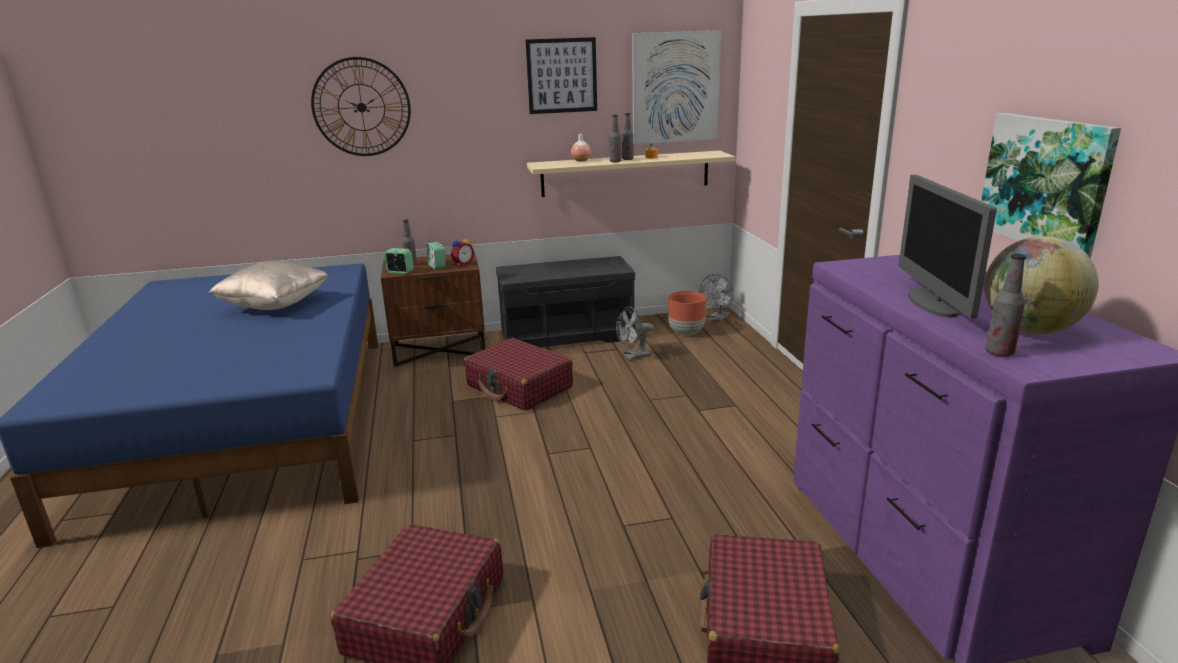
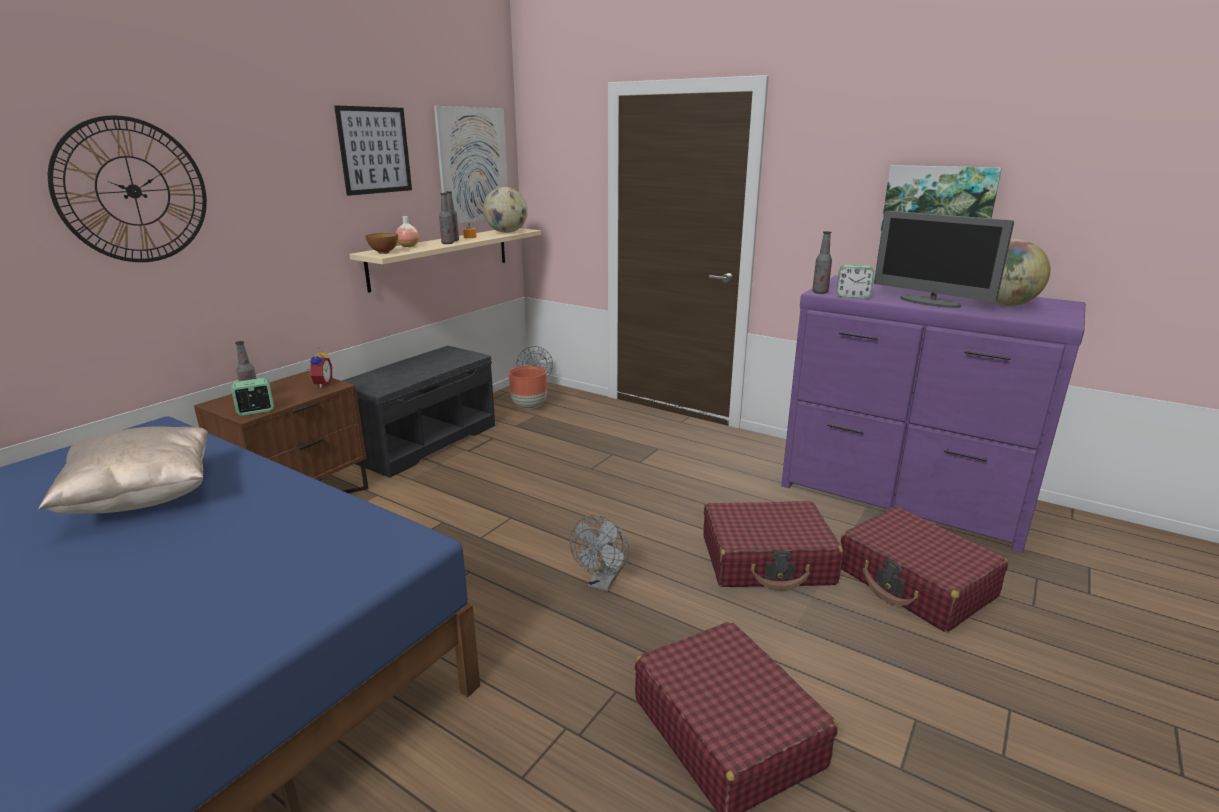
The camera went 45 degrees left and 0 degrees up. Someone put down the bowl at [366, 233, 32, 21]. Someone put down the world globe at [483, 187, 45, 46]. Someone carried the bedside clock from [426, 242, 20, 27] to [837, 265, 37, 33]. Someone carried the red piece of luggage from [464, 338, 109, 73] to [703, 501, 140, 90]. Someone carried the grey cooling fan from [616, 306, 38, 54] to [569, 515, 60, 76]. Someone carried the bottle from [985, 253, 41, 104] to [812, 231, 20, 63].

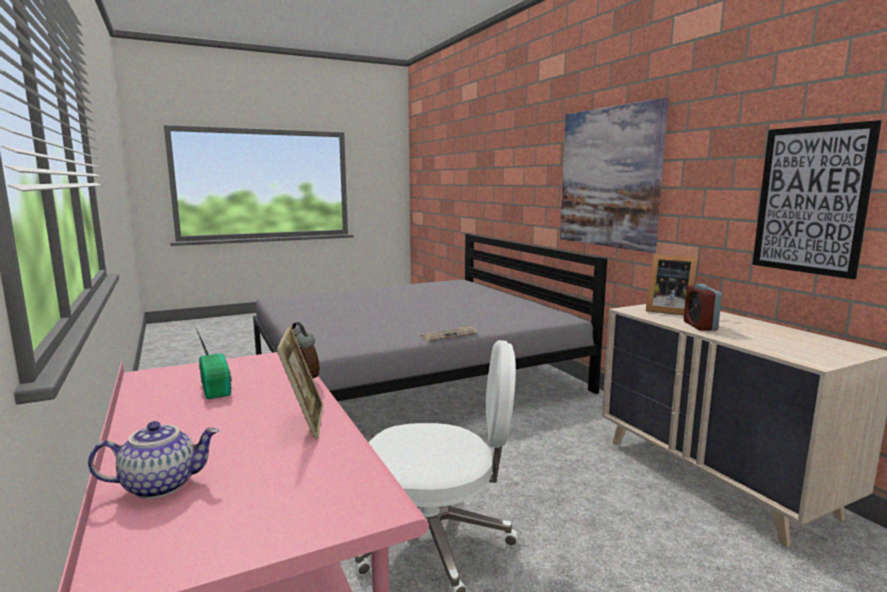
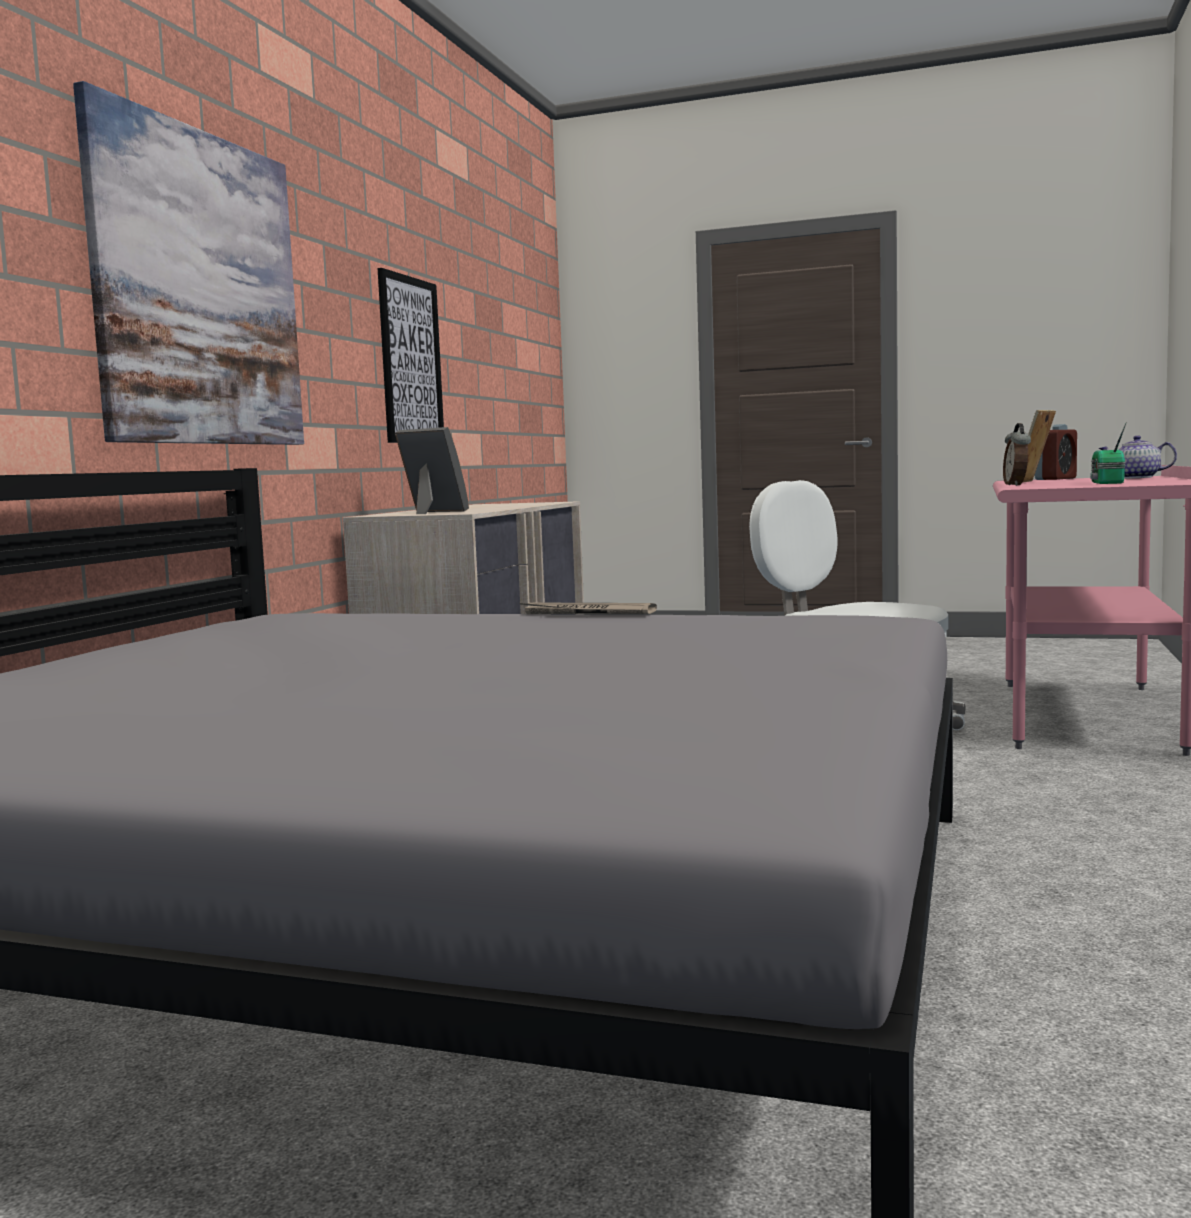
The camera went 135 degrees left and 5 degrees down. Someone carried the bedside clock from [684, 284, 38, 47] to [1035, 424, 42, 56]. Someone rotated the picture frame at [646, 254, 52, 61] by 45 degrees counterclockwise.

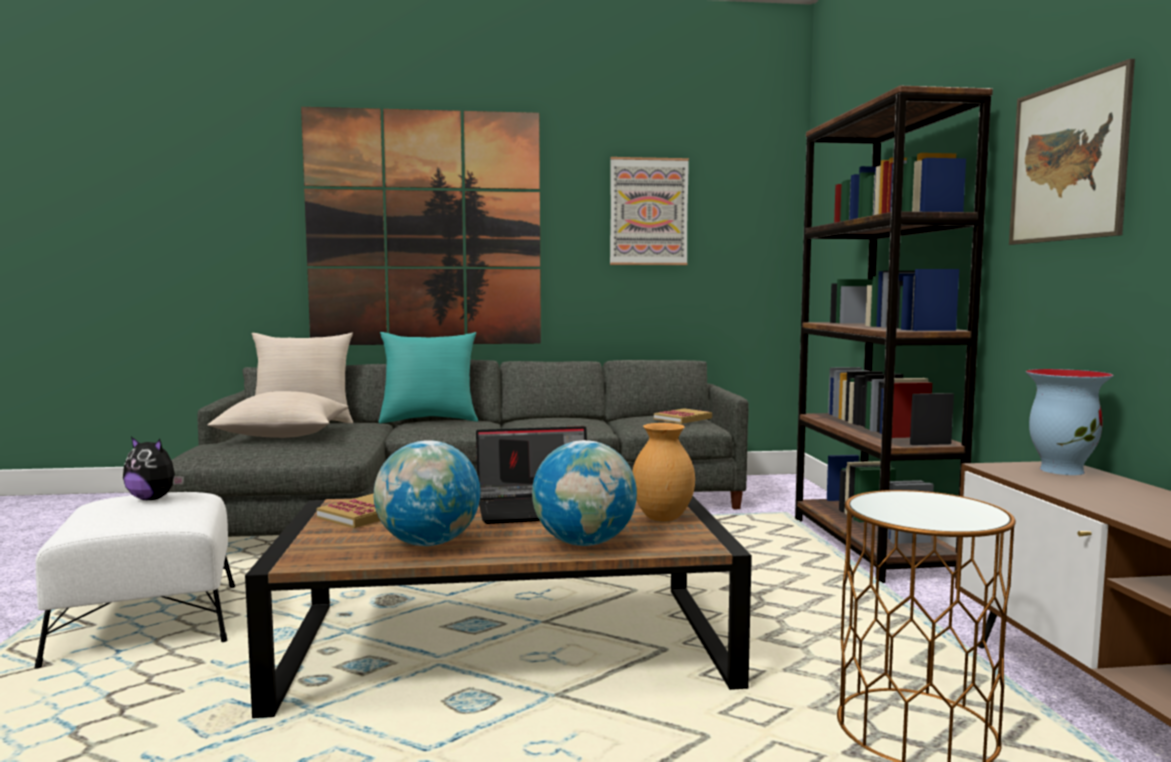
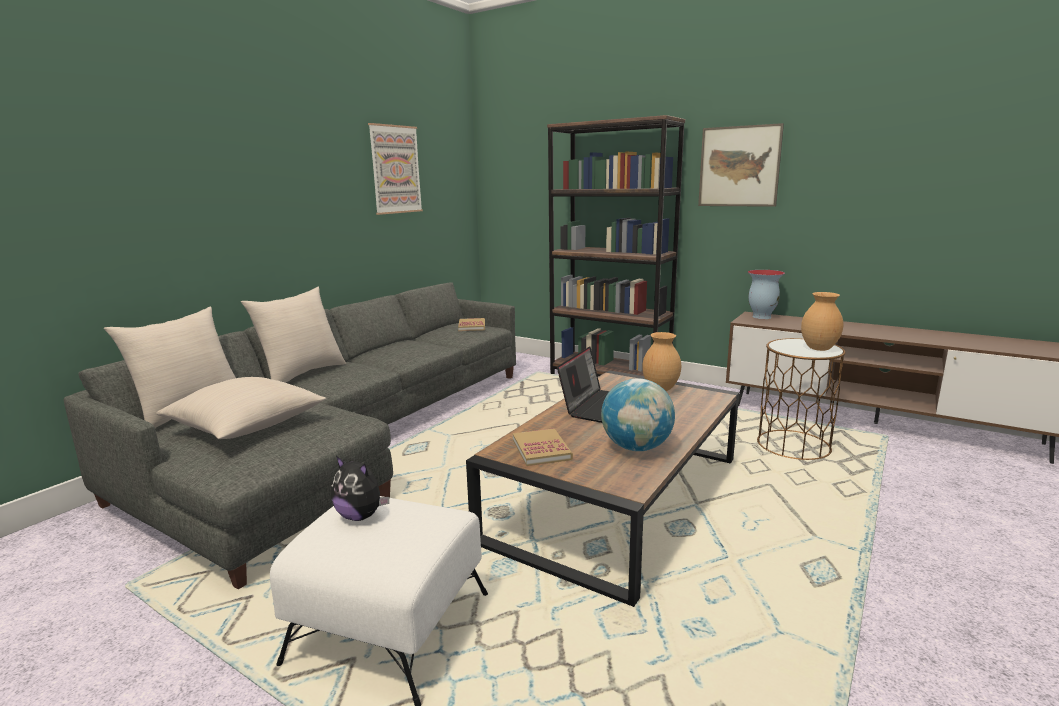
The camera went 50 degrees left and 10 degrees up. Someone took away the wall picture at [301, 107, 240, 238]. Someone took away the world globe at [532, 440, 105, 106]. Someone put down the brown flower vase at [801, 292, 42, 59]. Someone repainted the turquoise-coloured pillow at [379, 332, 99, 91], which became the beige-coloured pillow at [241, 287, 105, 96]. Someone rotated the cuddly toy at [123, 437, 61, 63] by 60 degrees clockwise.

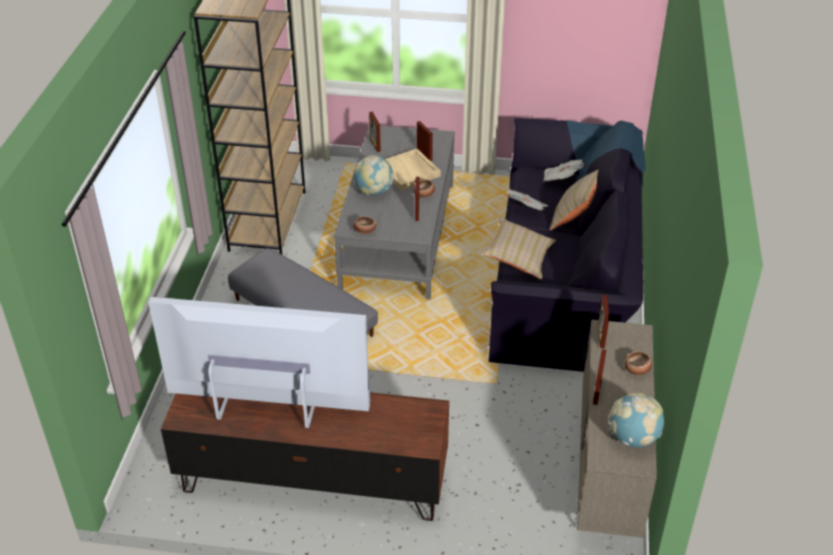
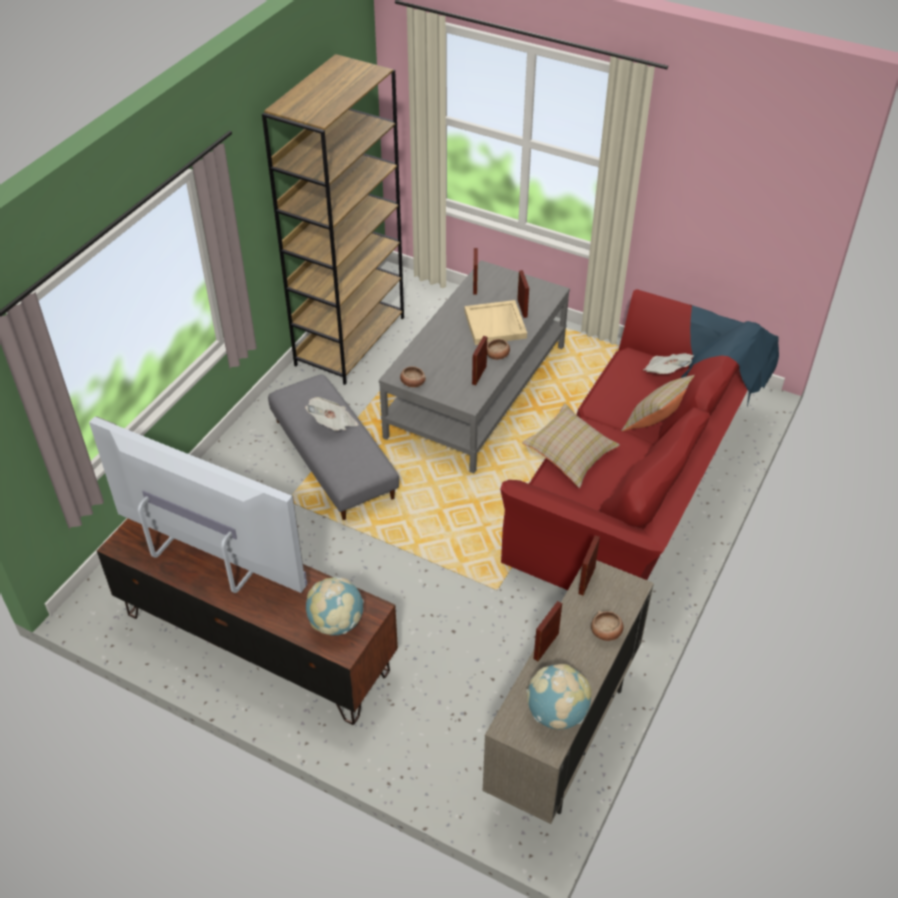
The camera went 20 degrees right and 5 degrees up. Someone carried the world globe from [353, 155, 41, 40] to [306, 577, 58, 58]. Someone carried the daily paper from [506, 190, 42, 21] to [305, 397, 53, 34]. Someone repainted the black sofa at [489, 118, 157, 254], which became the red sofa at [500, 289, 279, 301].

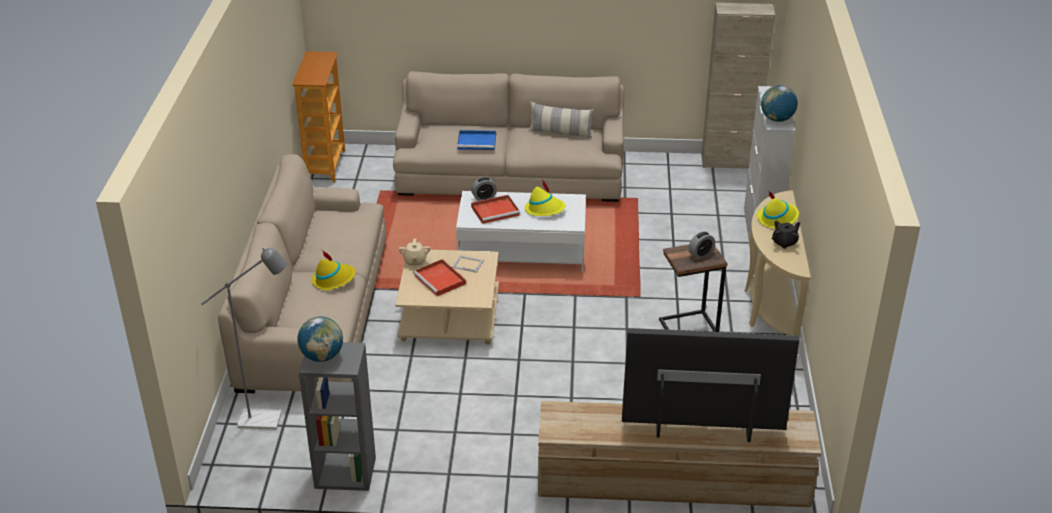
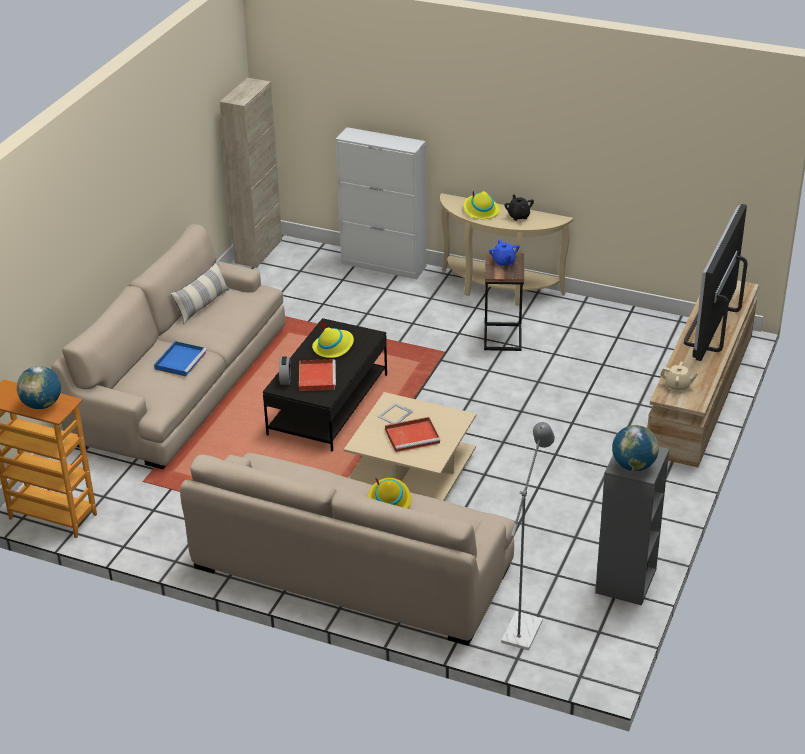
The camera went 70 degrees left and 0 degrees up. Someone carried the beige-coloured pot for tea from [398, 238, 33, 28] to [660, 361, 38, 31]. Someone carried the world globe from [761, 85, 37, 37] to [17, 366, 44, 43]. Someone swapped the bedside clock at [688, 231, 27, 28] for the blue pot for tea at [489, 239, 30, 28]. Someone repainted the white-coloured lounge table at [456, 191, 130, 81], which became the black lounge table at [263, 318, 124, 134].

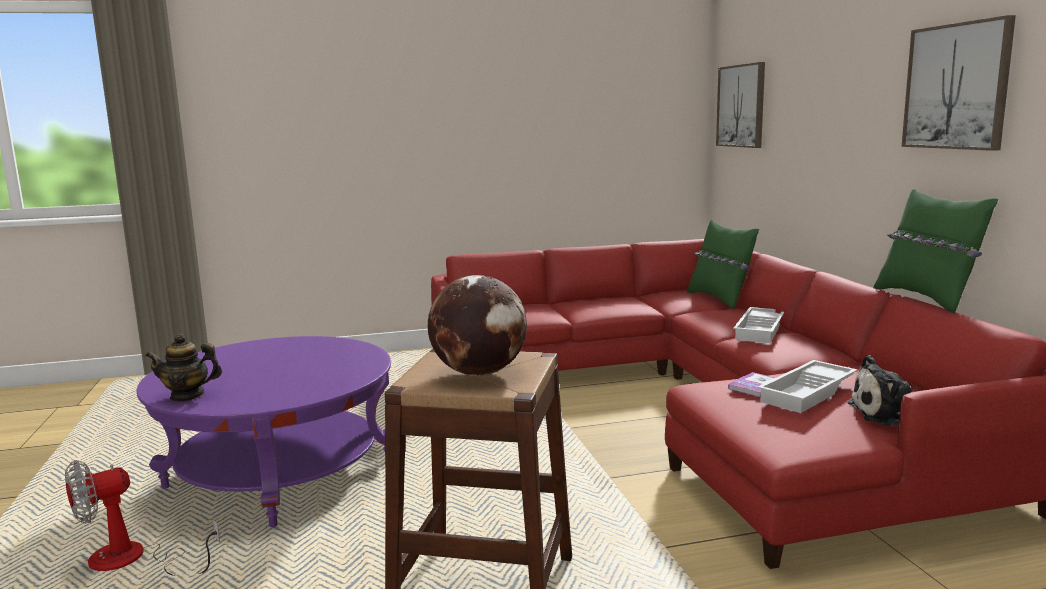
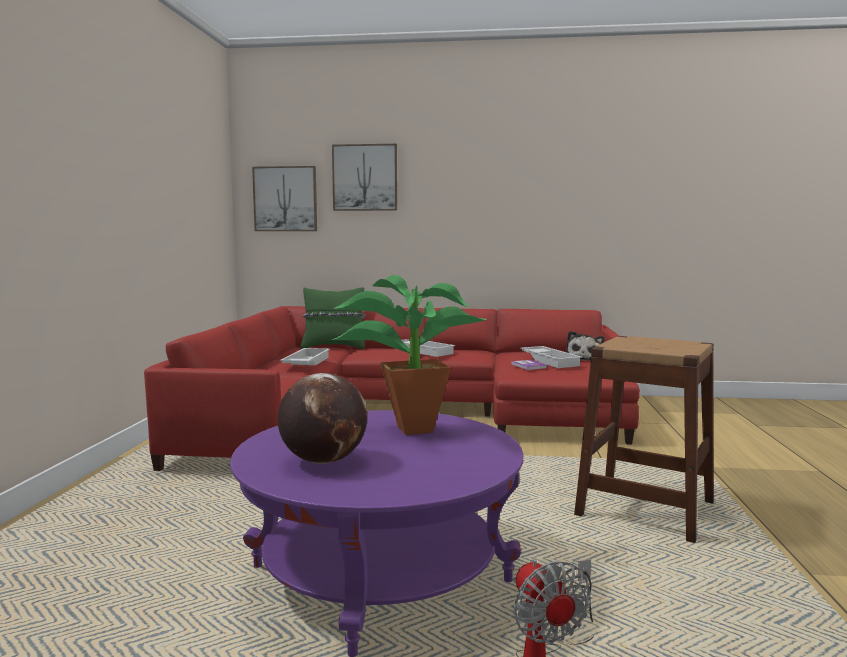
The camera went 70 degrees left and 5 degrees down. Someone took away the pot for tea at [146, 334, 76, 68]. Someone took away the greenish pillow at [874, 189, 124, 124]. Someone put down the white-coloured carrying tray at [280, 348, 50, 17]. Someone put down the potted plant at [332, 275, 155, 160]. Someone carried the world globe from [428, 275, 99, 101] to [278, 373, 89, 91]. Someone carried the wall picture from [901, 15, 115, 136] to [332, 144, 65, 67].

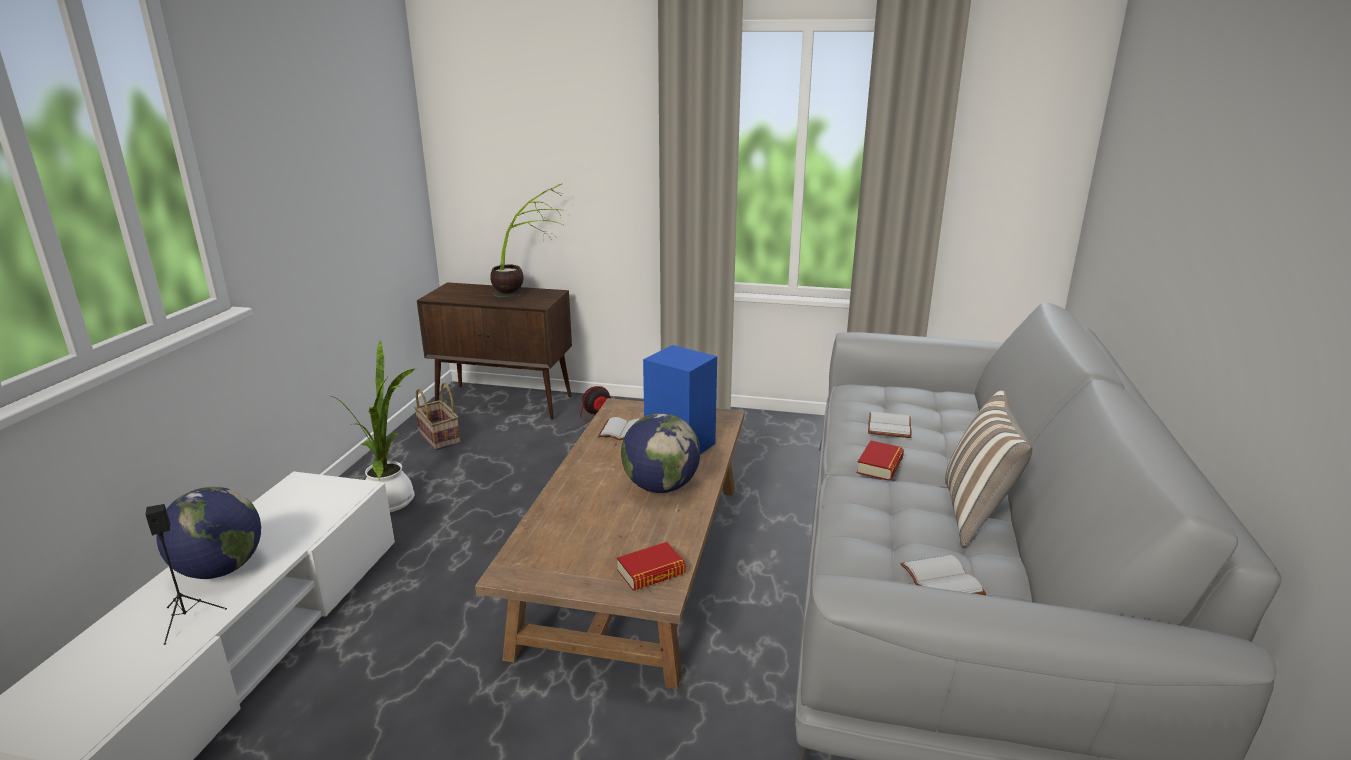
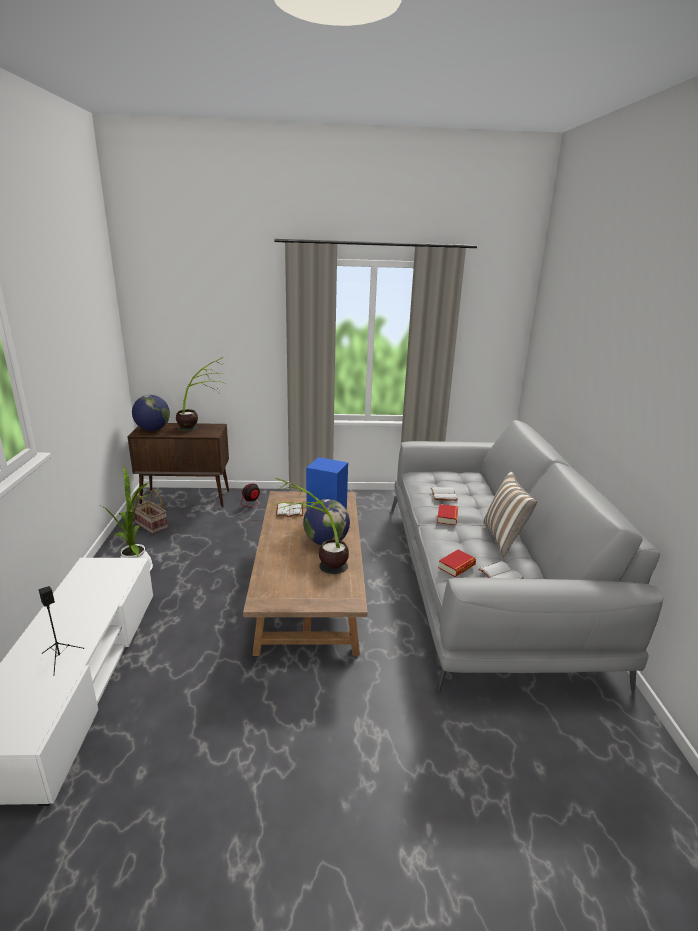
The camera went 15 degrees left and 0 degrees up. Someone put down the potted plant at [274, 478, 75, 96]. Someone carried the world globe from [156, 487, 105, 92] to [132, 395, 38, 36]. Someone carried the bound book from [617, 542, 69, 49] to [438, 549, 38, 28].

